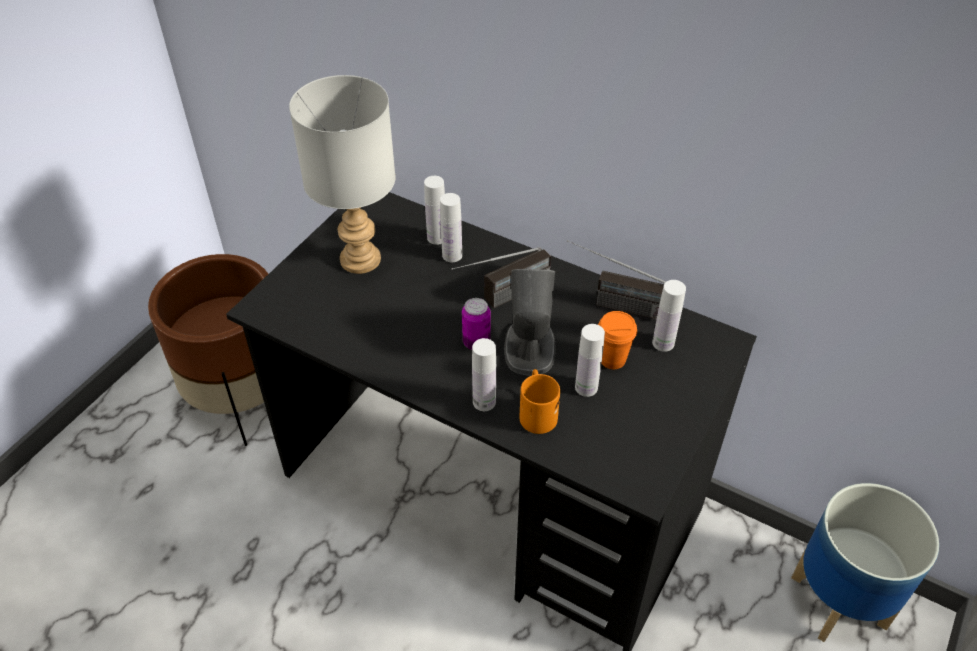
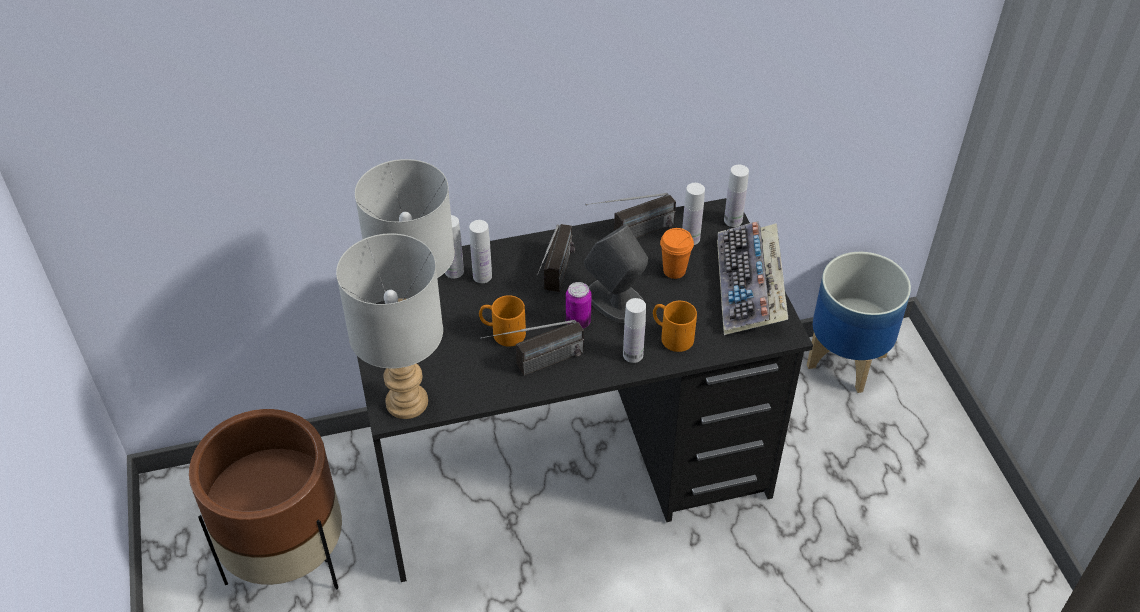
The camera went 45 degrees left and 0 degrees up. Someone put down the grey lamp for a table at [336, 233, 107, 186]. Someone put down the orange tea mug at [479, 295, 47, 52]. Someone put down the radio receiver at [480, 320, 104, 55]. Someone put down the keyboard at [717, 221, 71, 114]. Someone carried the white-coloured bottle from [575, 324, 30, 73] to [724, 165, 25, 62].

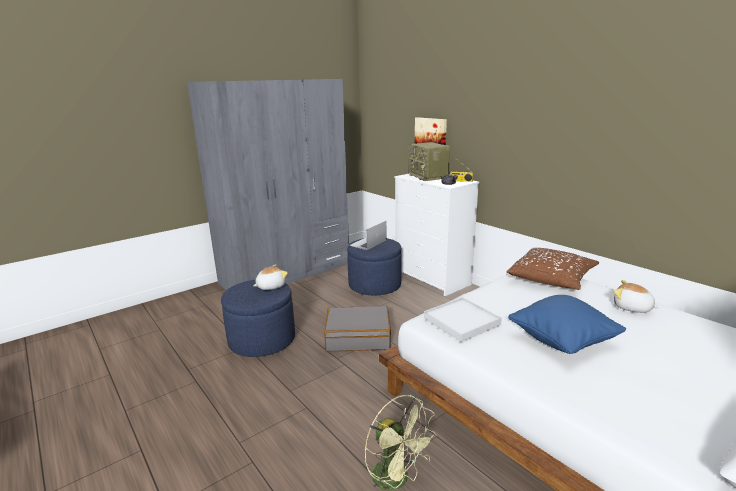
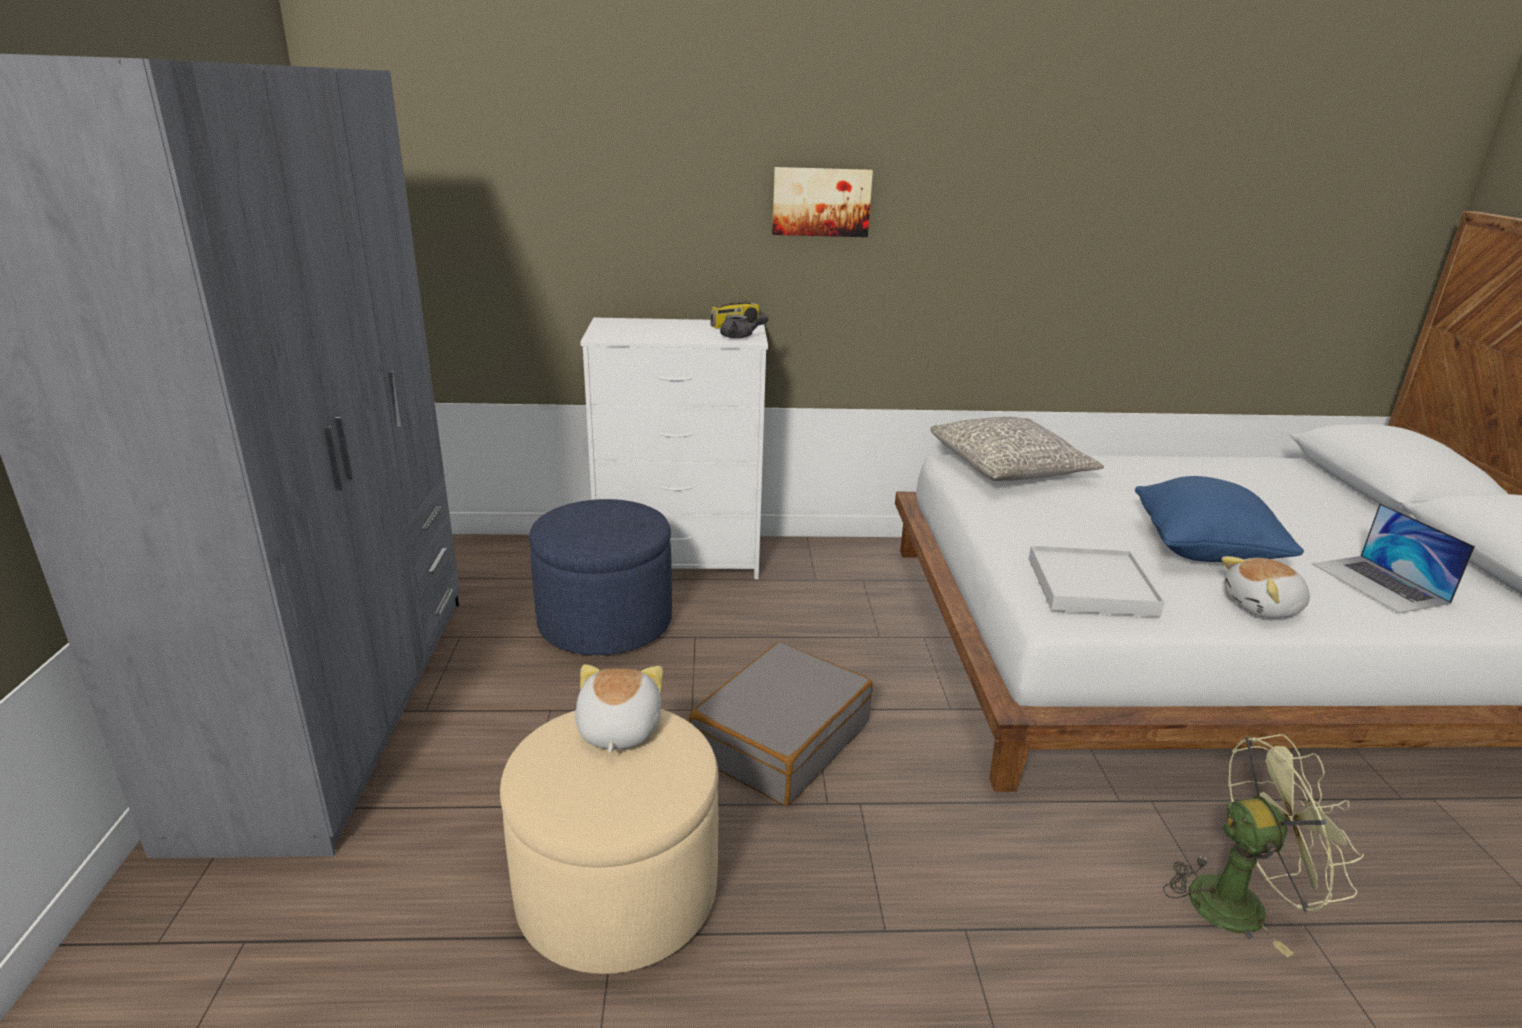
The camera went 55 degrees left and 5 degrees up. Someone took away the radio receiver at [409, 142, 41, 39]. Someone carried the portable computer from [349, 221, 37, 29] to [1312, 503, 163, 110]. Someone carried the wall picture from [415, 117, 32, 28] to [772, 167, 101, 70]. Someone carried the cuddly toy from [614, 280, 46, 33] to [1221, 556, 89, 62]. Someone repainted the blue ottoman at [221, 280, 74, 77], which became the beige-coloured ottoman at [500, 709, 219, 265]. Someone repainted the brown pillow at [507, 248, 92, 42], which became the grey pillow at [930, 417, 174, 64].

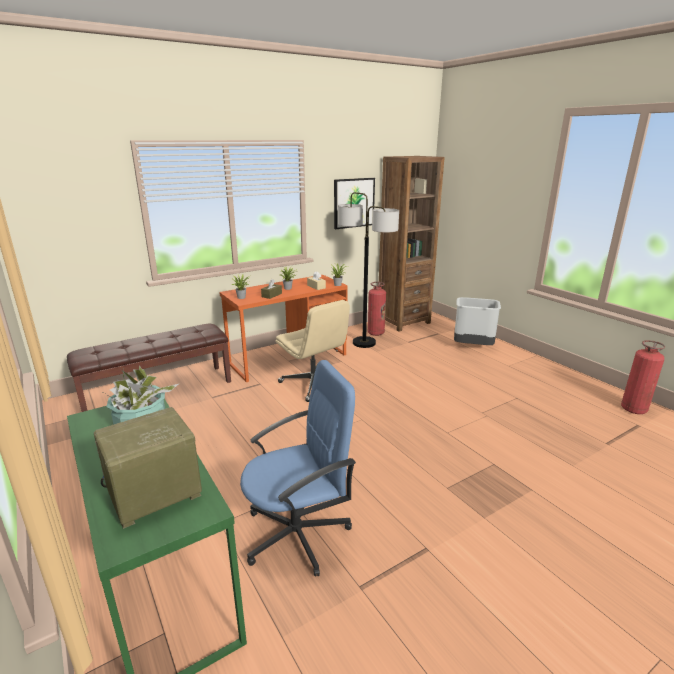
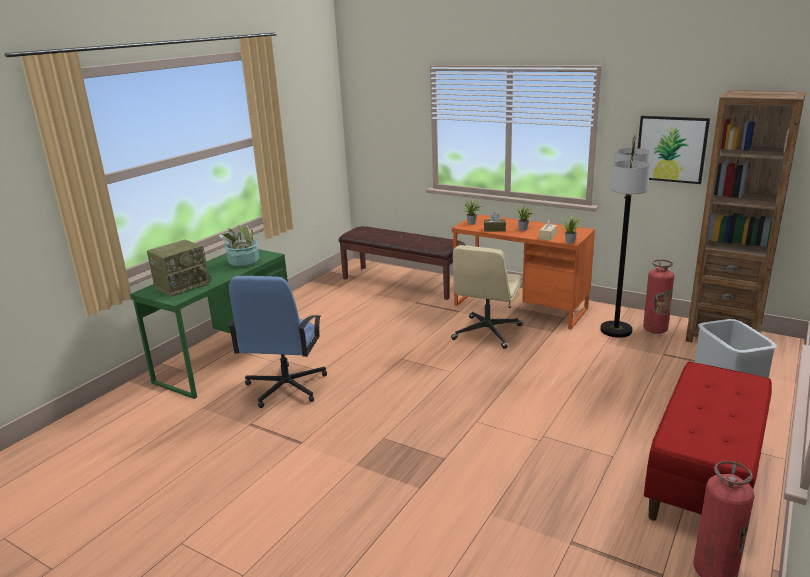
The camera went 65 degrees right and 0 degrees up. Someone put down the red indoor bench at [644, 362, 128, 159]. Someone rotated the radio receiver at [93, 407, 109, 122] by 105 degrees clockwise. Someone rotated the blue office chair at [240, 360, 116, 217] by 60 degrees clockwise.

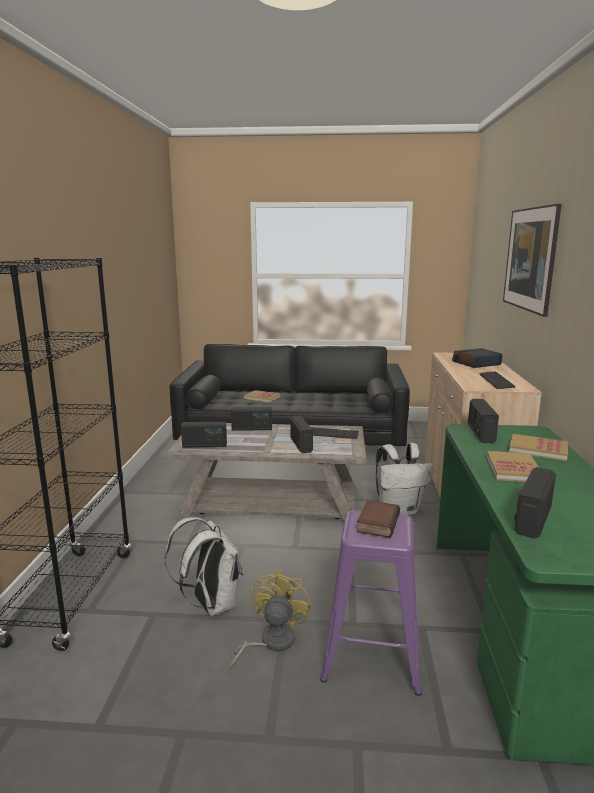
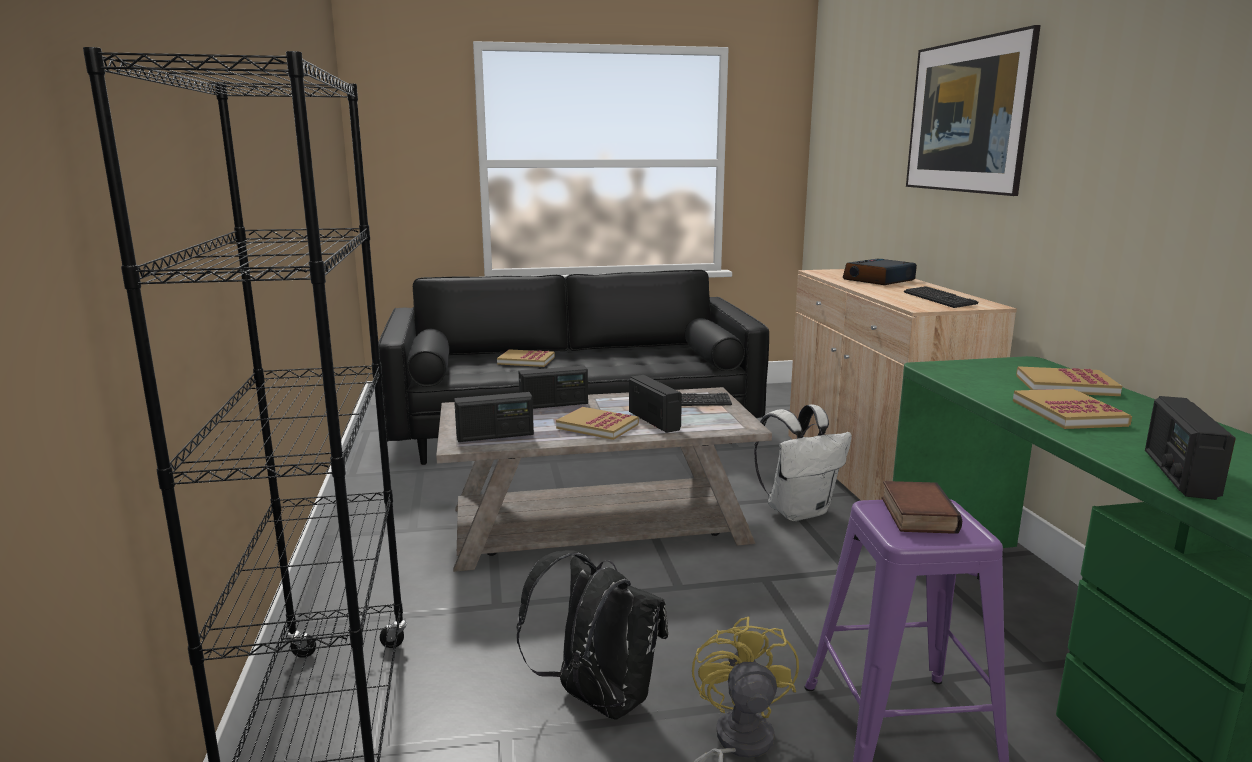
The camera went 15 degrees left and 0 degrees up. Someone took away the radio receiver at [468, 399, 31, 44]. Someone put down the bound book at [556, 407, 83, 33]. Someone repainted the white-coloured knapsack at [165, 517, 78, 99], which became the black knapsack at [516, 550, 152, 170].

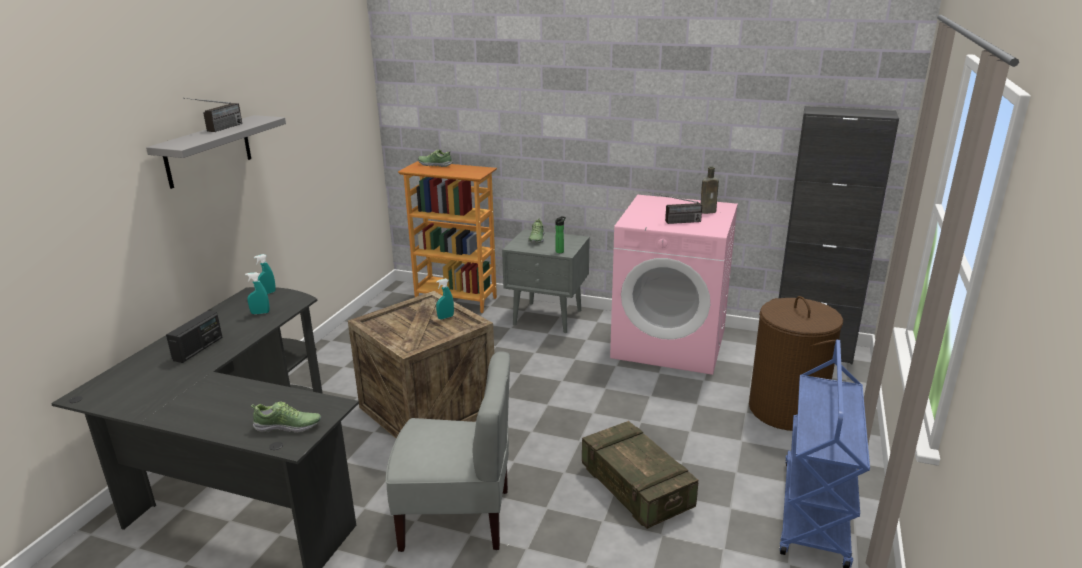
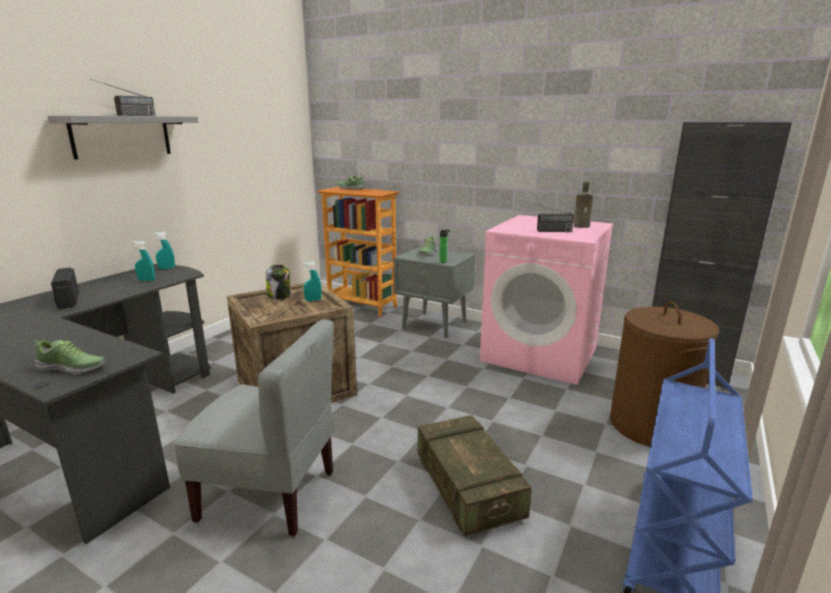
The camera went 10 degrees right and 5 degrees down. Someone put down the preserve jar at [266, 264, 25, 35]. Someone rotated the radio receiver at [166, 311, 56, 52] by 120 degrees clockwise.

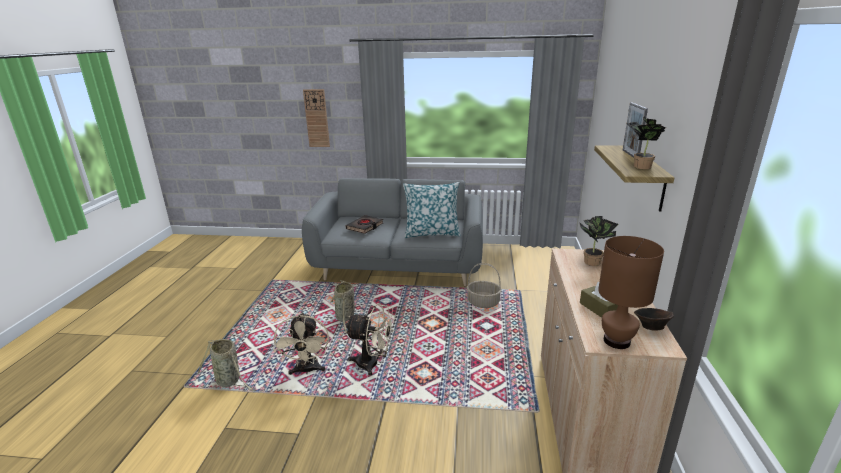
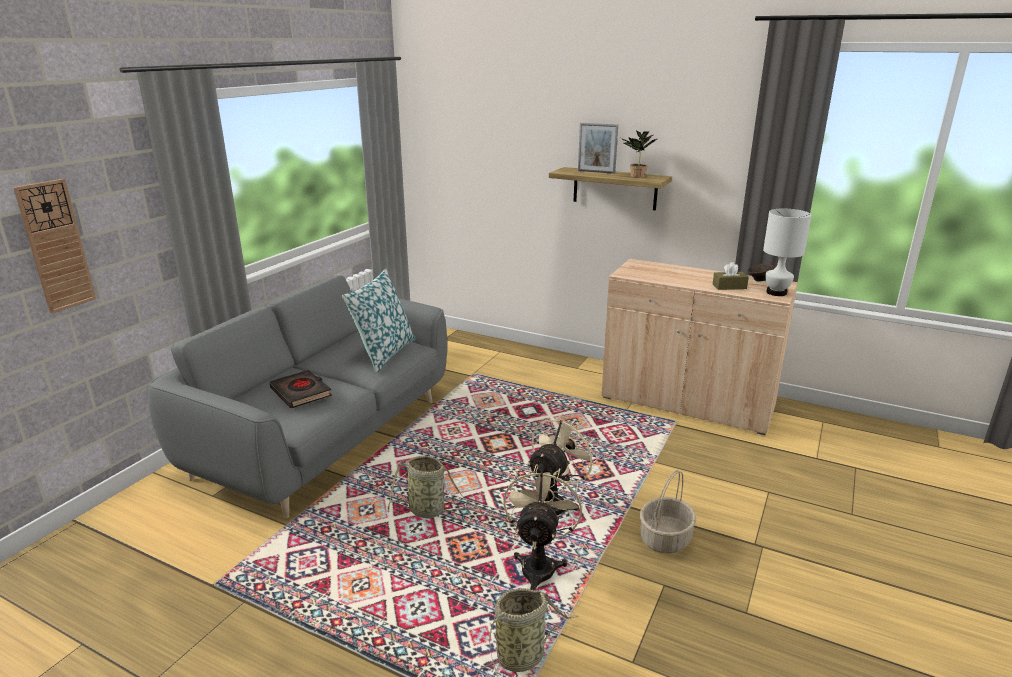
The camera went 70 degrees left and 0 degrees up. Someone took away the potted plant at [579, 216, 39, 50]. Someone carried the household basket from [467, 263, 35, 45] to [640, 470, 56, 84]. Someone repainted the brown lamp for a table at [598, 236, 66, 113], which became the white-coloured lamp for a table at [763, 209, 49, 87]. Someone rotated the beige-coloured cooling fan at [273, 312, 56, 63] by 90 degrees counterclockwise.

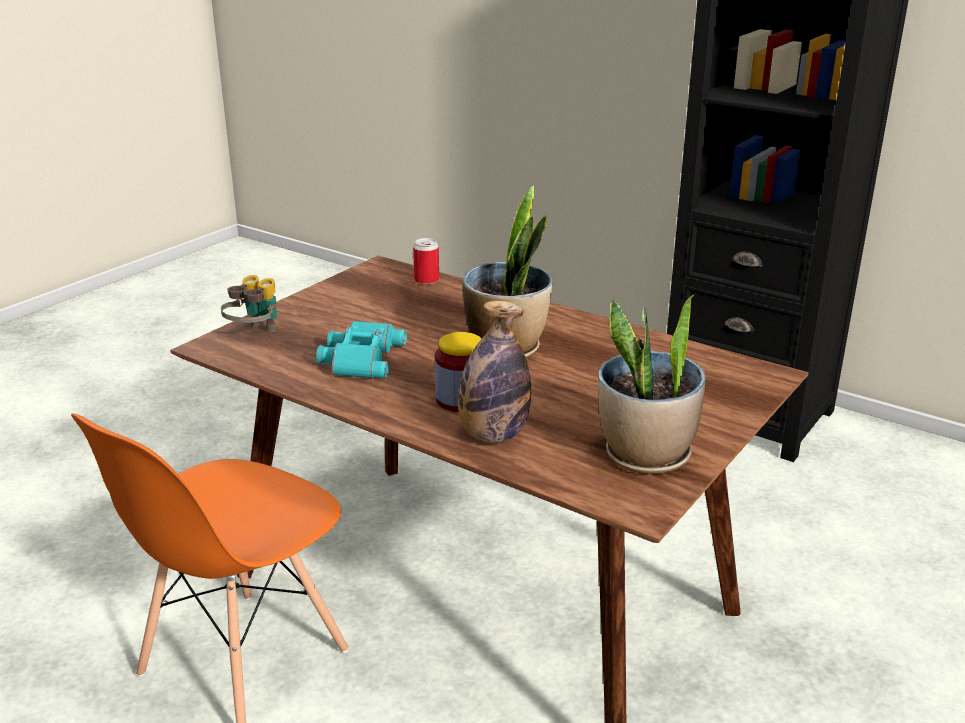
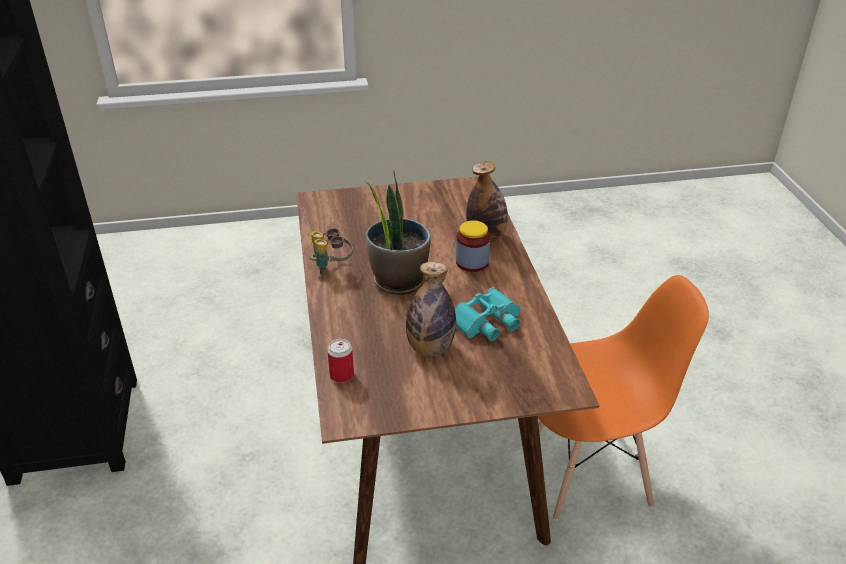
The camera went 135 degrees left and 10 degrees up. Someone took away the potted plant at [598, 295, 108, 179]. Someone put down the bottle at [406, 262, 50, 94]. Someone carried the binoculars from [221, 275, 56, 57] to [310, 228, 43, 48].

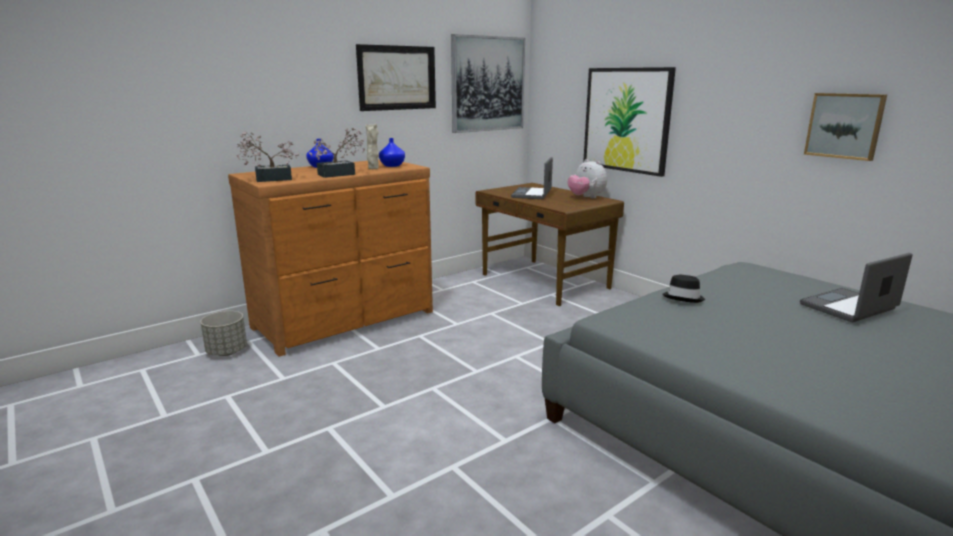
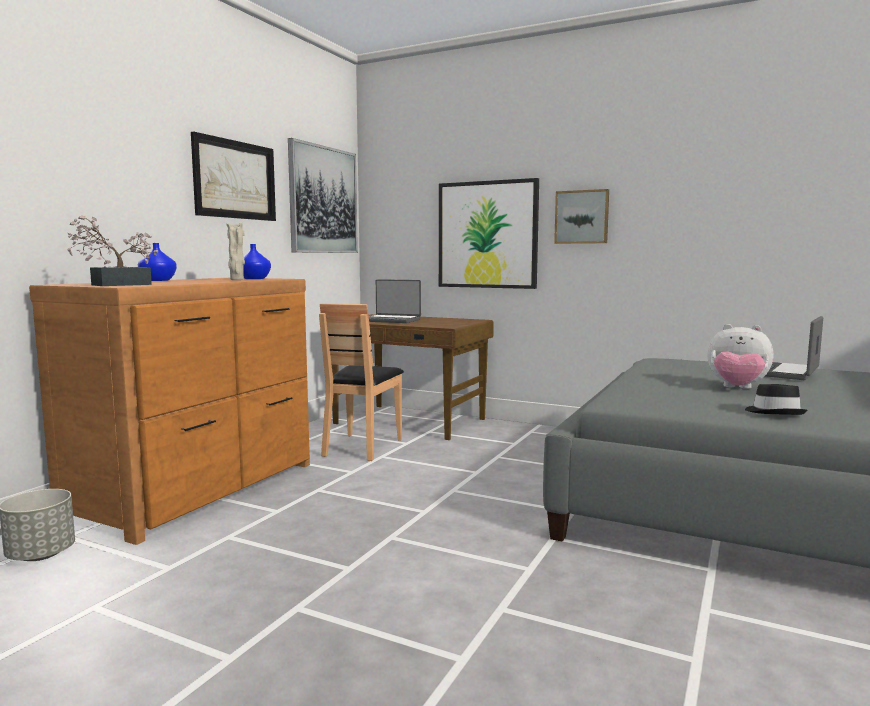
The camera went 25 degrees left and 10 degrees down. Someone took away the potted plant at [309, 127, 56, 51]. Someone put down the brown upright chair at [319, 303, 85, 158]. Someone carried the cuddly toy from [568, 159, 39, 39] to [707, 324, 66, 65]. Someone carried the black hat from [662, 275, 43, 28] to [745, 384, 62, 31]. Someone carried the wall picture from [804, 93, 83, 68] to [554, 189, 55, 55]. Someone rotated the portable computer at [511, 157, 42, 42] by 60 degrees counterclockwise.

